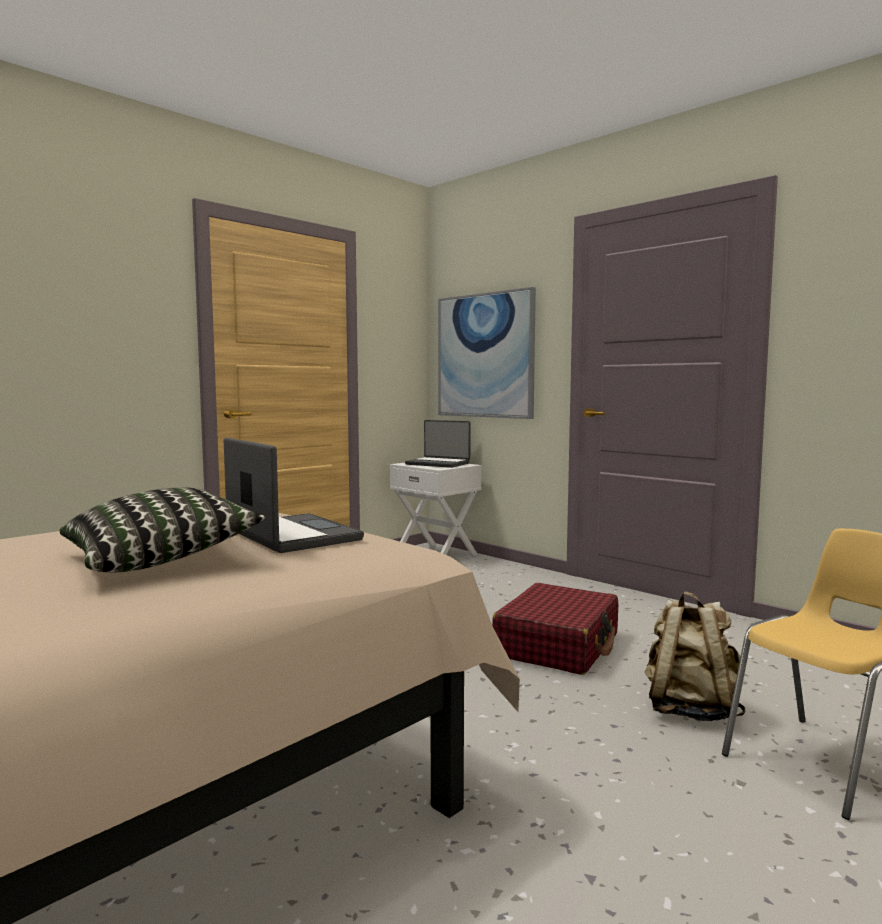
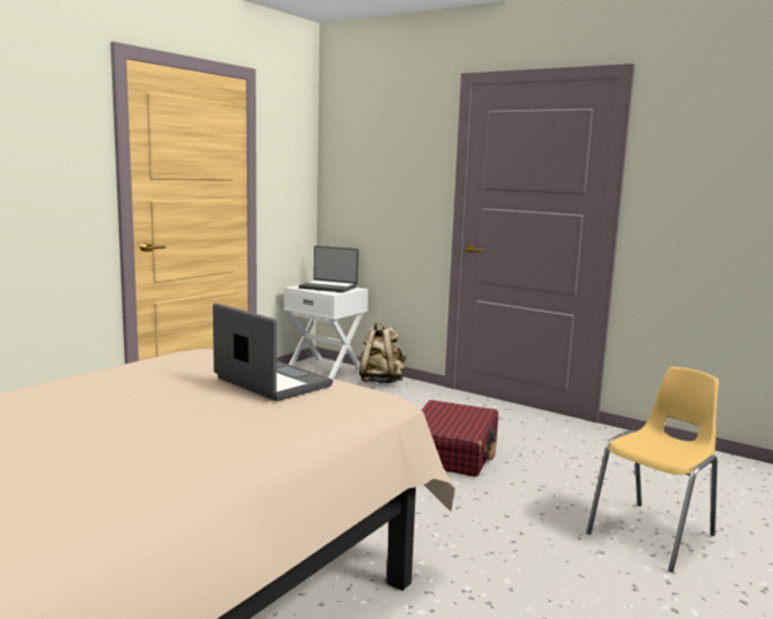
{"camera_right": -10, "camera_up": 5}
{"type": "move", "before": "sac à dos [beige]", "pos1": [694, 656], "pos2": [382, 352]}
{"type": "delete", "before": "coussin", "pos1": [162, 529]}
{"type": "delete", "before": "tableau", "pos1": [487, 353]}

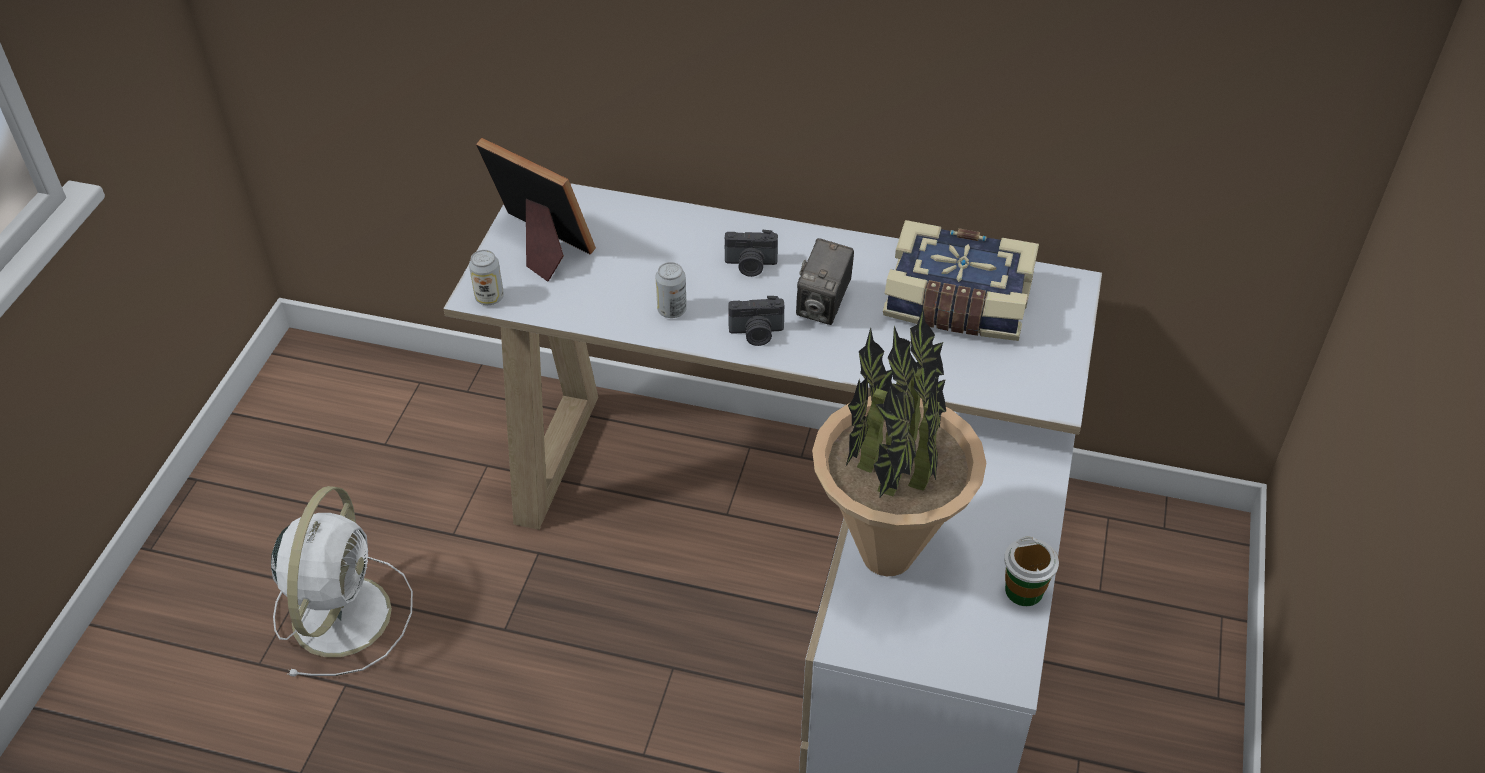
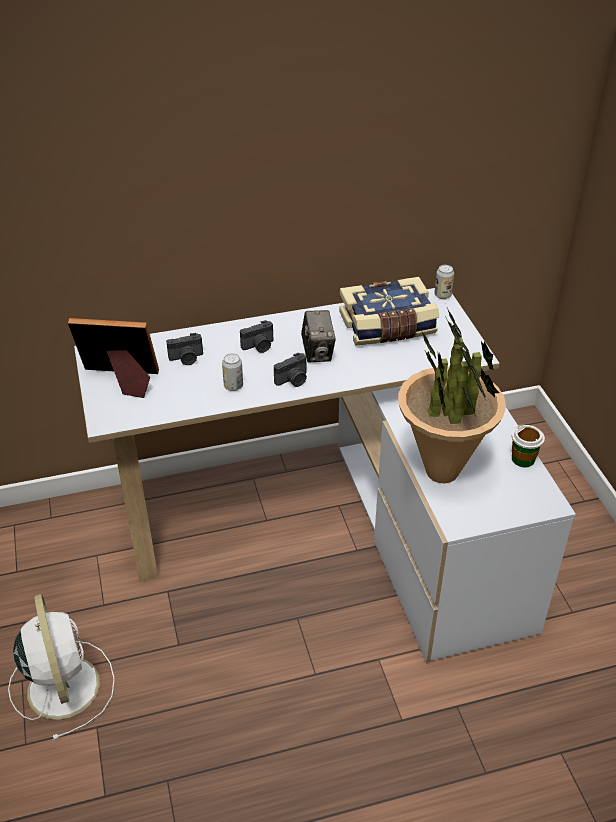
{"camera_right": -30, "camera_up": -5}
{"type": "insert", "after": "appareil photo", "pos2": [184, 349]}
{"type": "move", "before": "boîte métallique", "pos1": [486, 277], "pos2": [444, 282]}

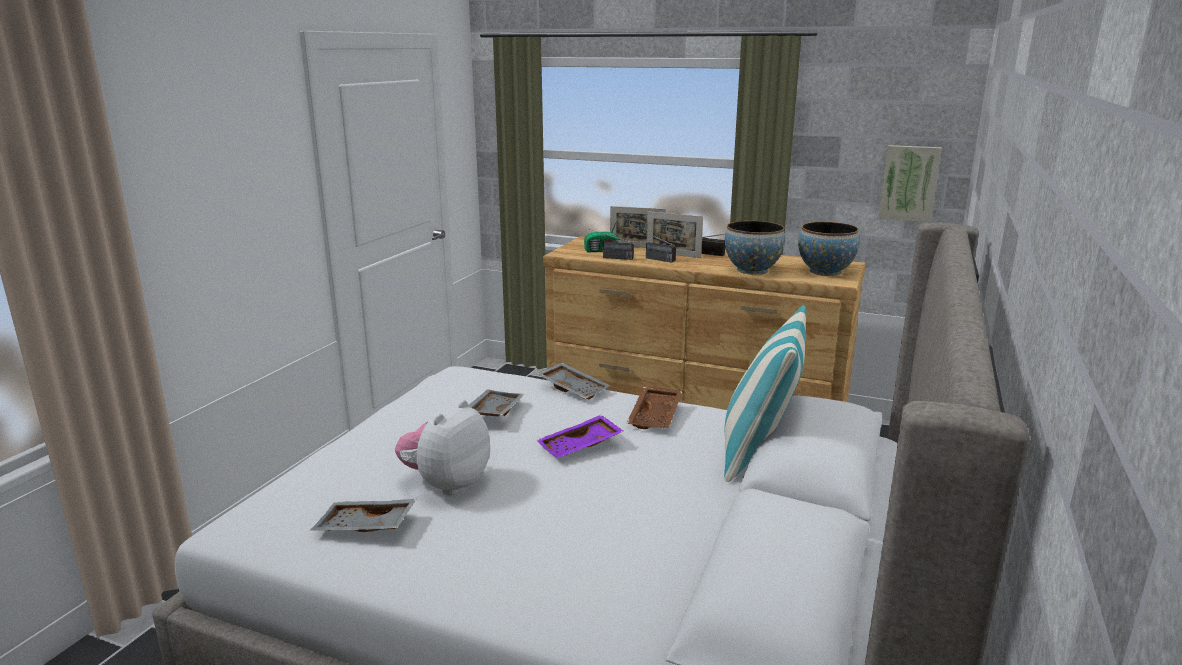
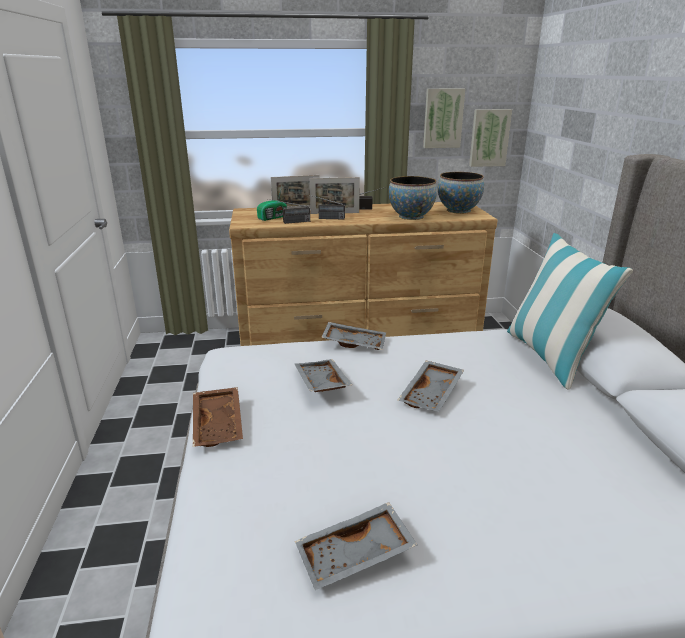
{"camera_right": -30, "camera_up": 5}
{"type": "move", "before": "plateau [marron]", "pos1": [654, 408], "pos2": [218, 417]}
{"type": "recolor", "before": "plateau [violet]", "after": "plateau [gris]", "pos1": [579, 436], "pos2": [431, 386]}
{"type": "insert", "after": "tableau", "pos2": [444, 118]}
{"type": "delete", "before": "peluche", "pos1": [442, 447]}

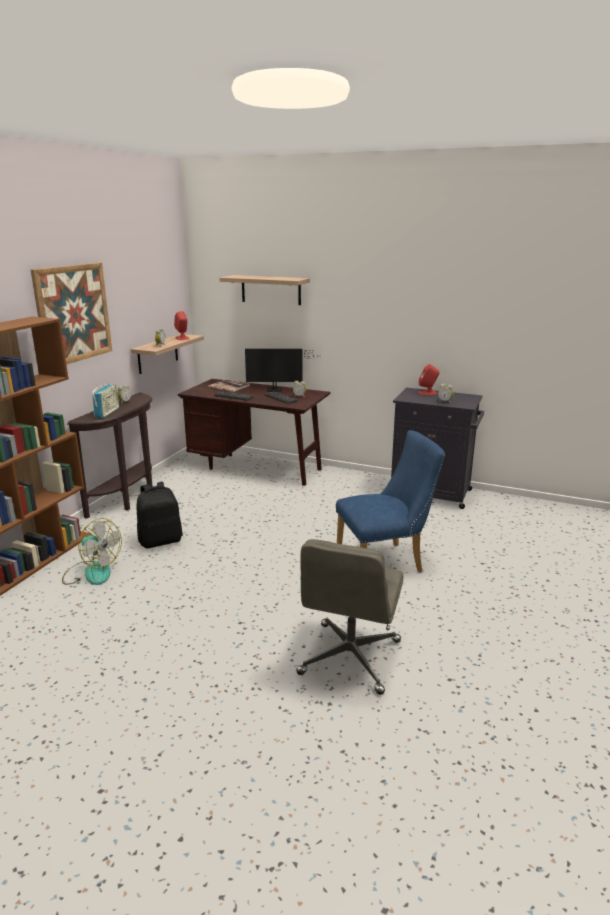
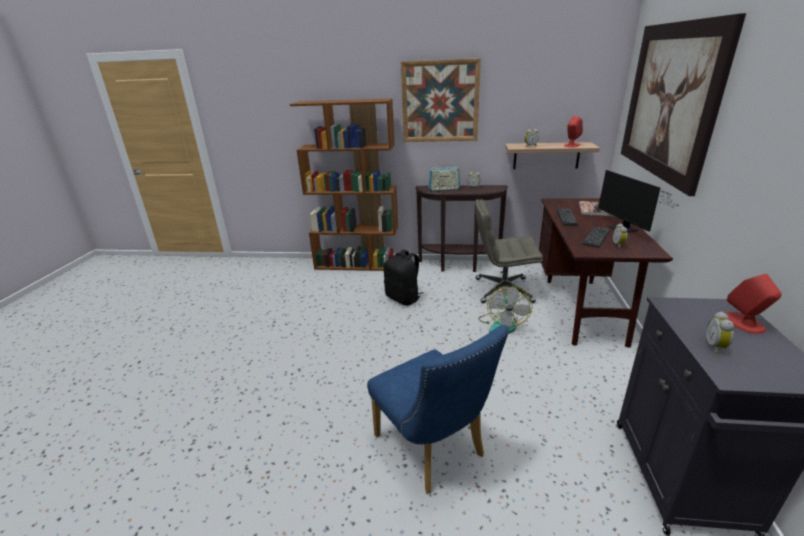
{"camera_right": 75, "camera_up": 5}
{"type": "move", "before": "chaise de bureau [gris]", "pos1": [349, 617], "pos2": [509, 251]}
{"type": "move", "before": "ventilateur", "pos1": [92, 551], "pos2": [505, 309]}
{"type": "replace", "before": "étagère", "after": "tableau", "pos1": [264, 290], "pos2": [683, 104]}

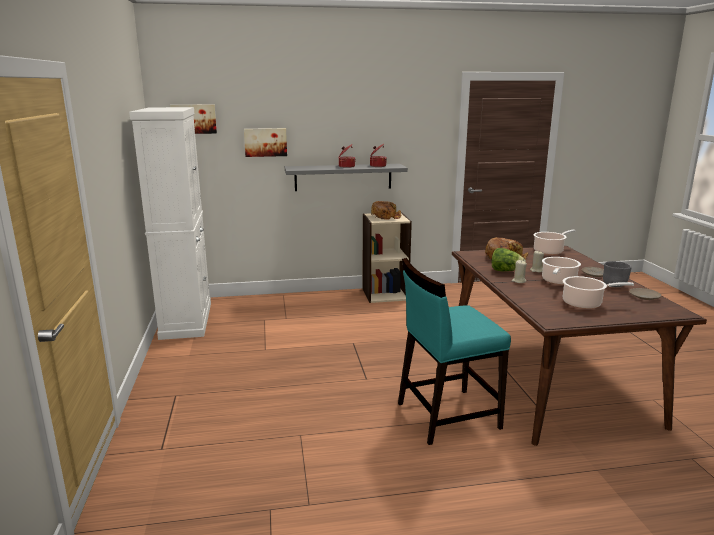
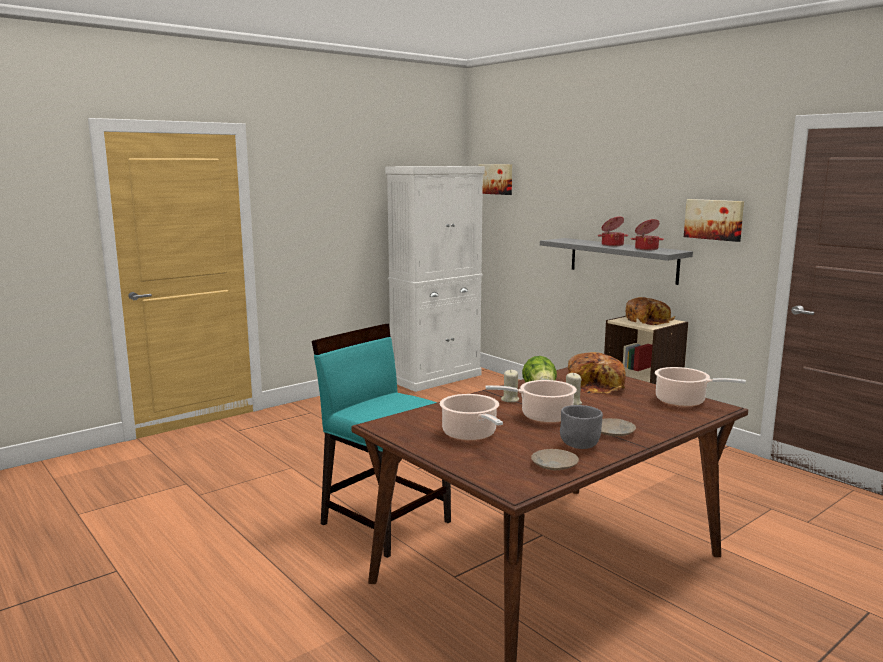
{"camera_right": 60, "camera_up": -5}
{"type": "move", "before": "tableau", "pos1": [265, 142], "pos2": [714, 220]}

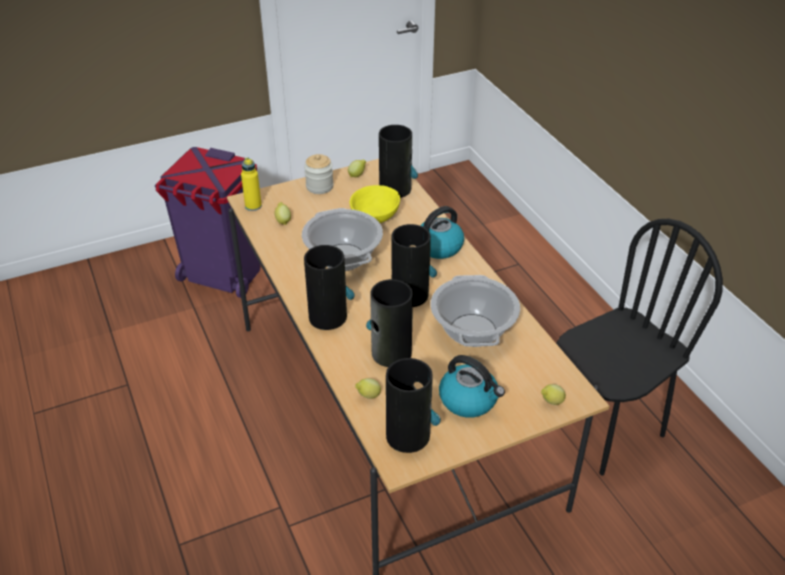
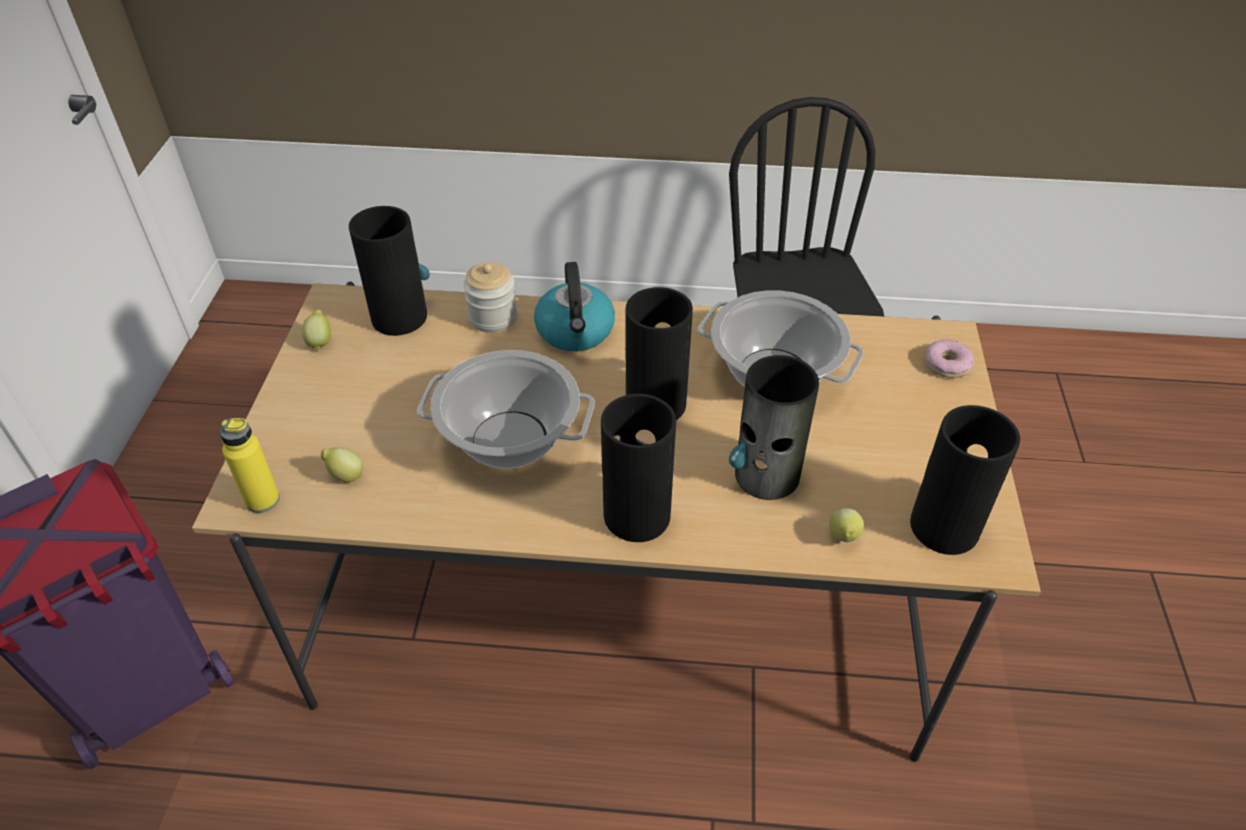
{"camera_right": -60, "camera_up": 5}
{"type": "move", "before": "bocal", "pos1": [319, 174], "pos2": [490, 297]}
{"type": "replace", "before": "citron", "after": "beignet", "pos1": [553, 394], "pos2": [949, 359]}
{"type": "delete", "before": "bol [jaune]", "pos1": [375, 204]}
{"type": "delete", "before": "bouilloire", "pos1": [472, 386]}

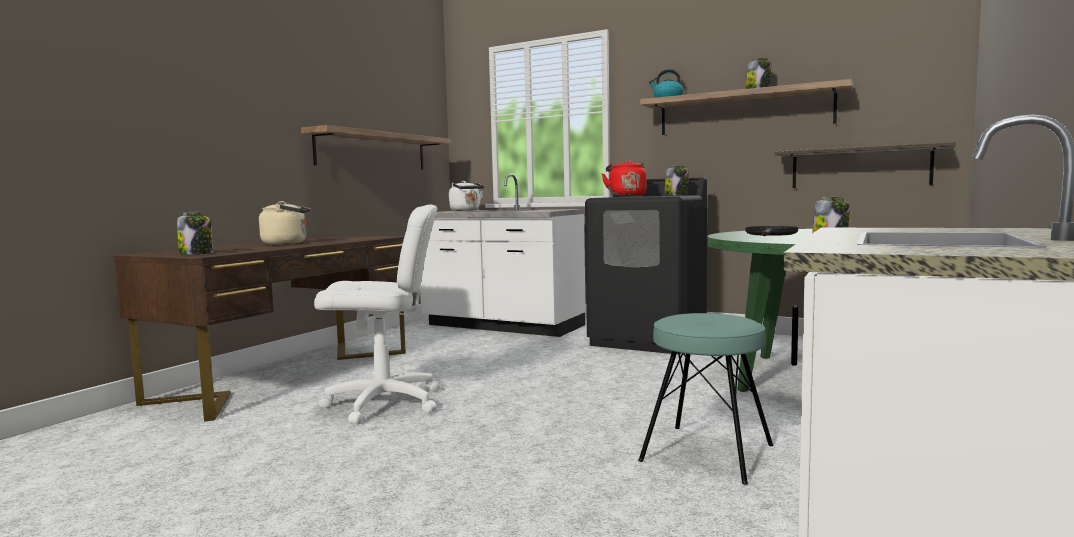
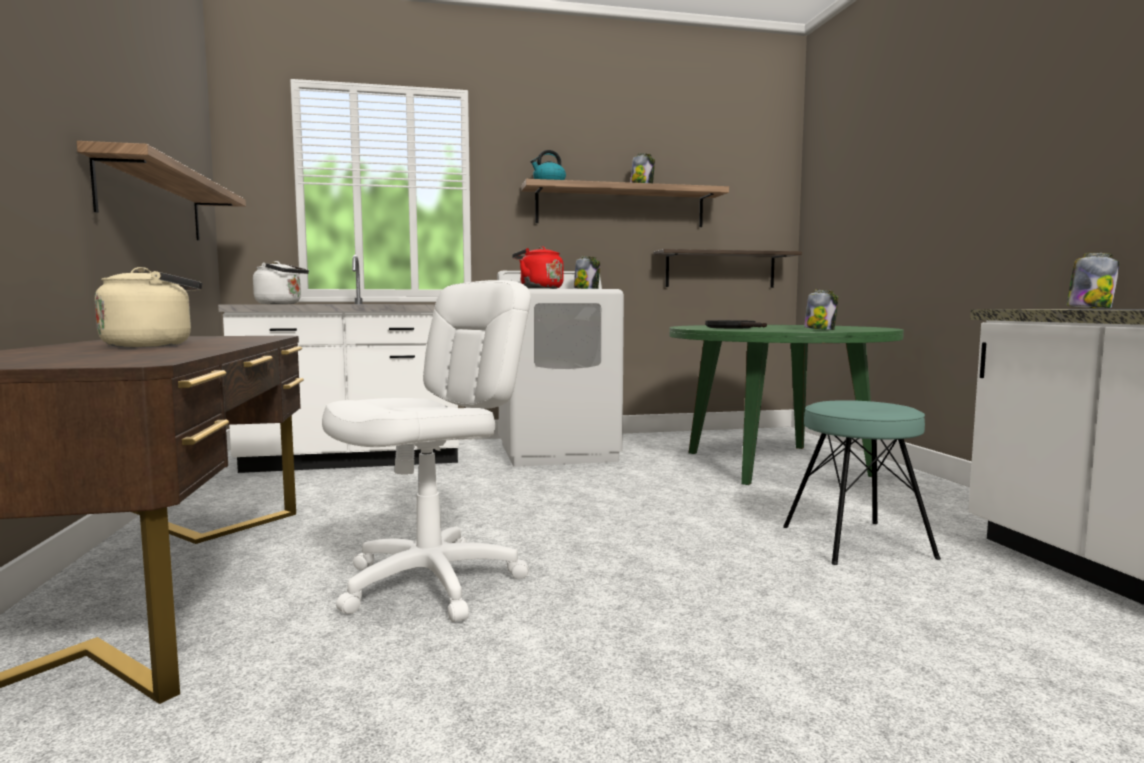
{"camera_right": -40, "camera_up": 0}
{"type": "recolor", "before": "lave-linge [noir]", "after": "lave-linge [blanc]", "pos1": [646, 265], "pos2": [560, 369]}
{"type": "move", "before": "bocal", "pos1": [195, 233], "pos2": [1093, 281]}

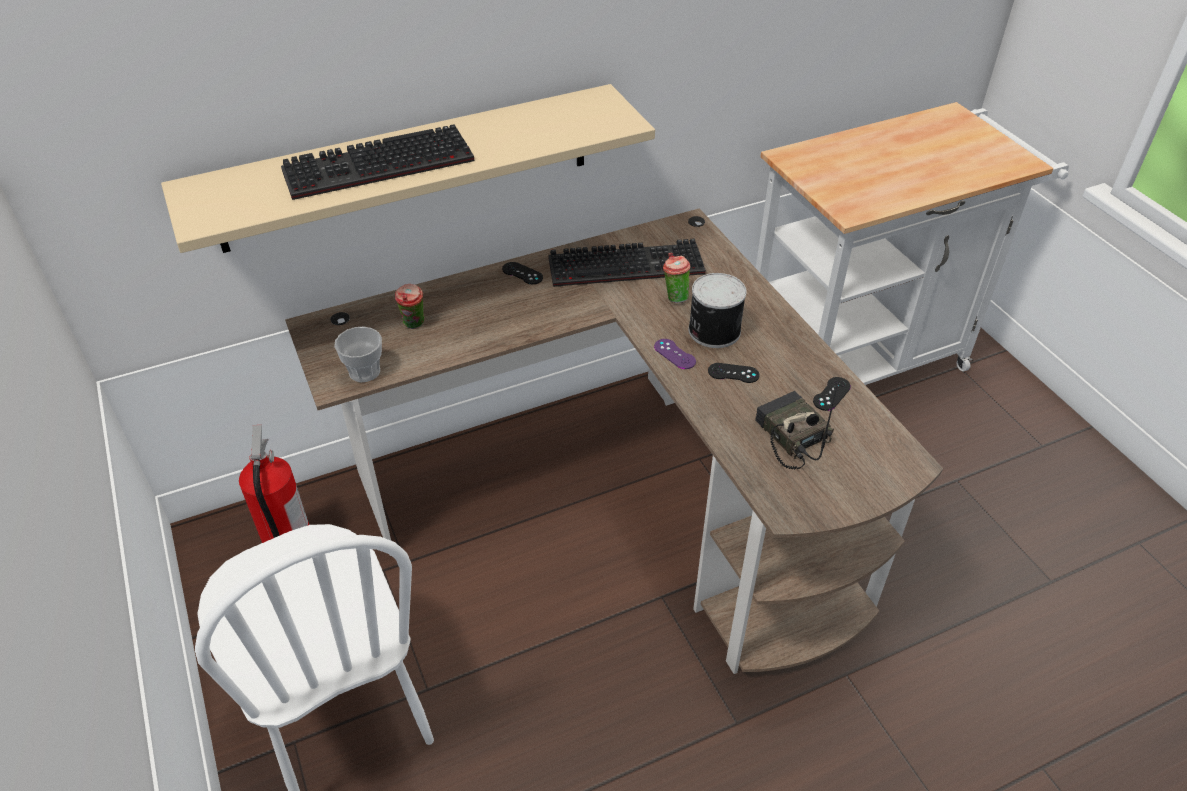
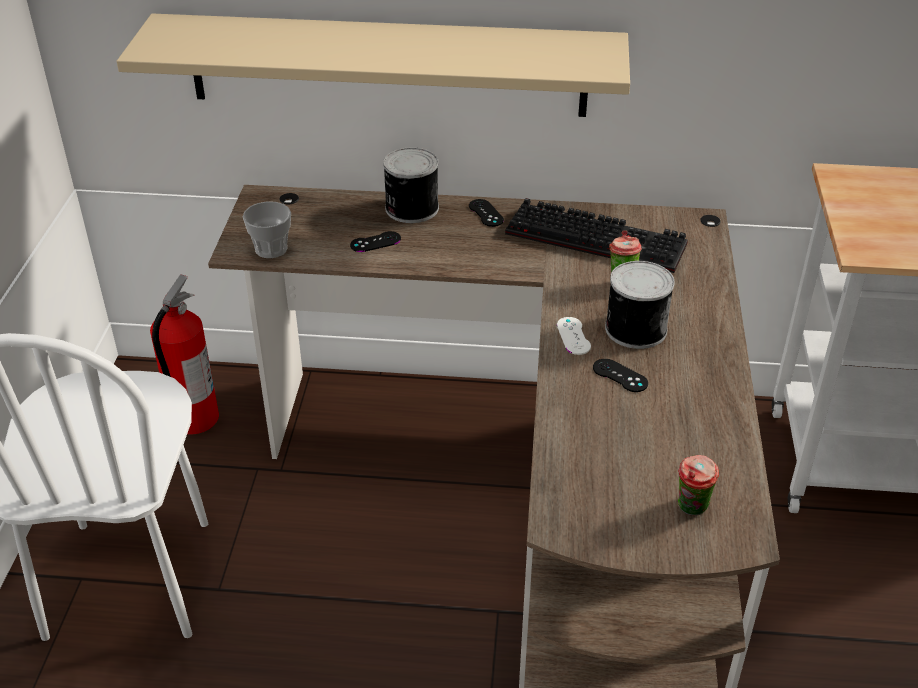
{"camera_right": 30, "camera_up": -5}
{"type": "move", "before": "manette [noir]", "pos1": [832, 394], "pos2": [375, 241]}
{"type": "insert", "after": "boîte métallique", "pos2": [411, 185]}
{"type": "recolor", "before": "manette [violet]", "after": "manette [blanc]", "pos1": [675, 354], "pos2": [574, 336]}
{"type": "move", "before": "tasse", "pos1": [410, 306], "pos2": [698, 485]}
{"type": "delete", "before": "clavier", "pos1": [377, 162]}
{"type": "delete", "before": "radio", "pos1": [796, 427]}

